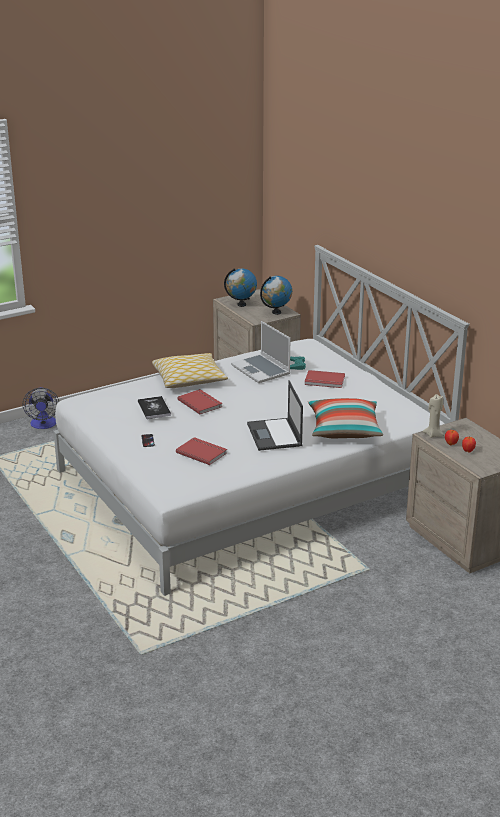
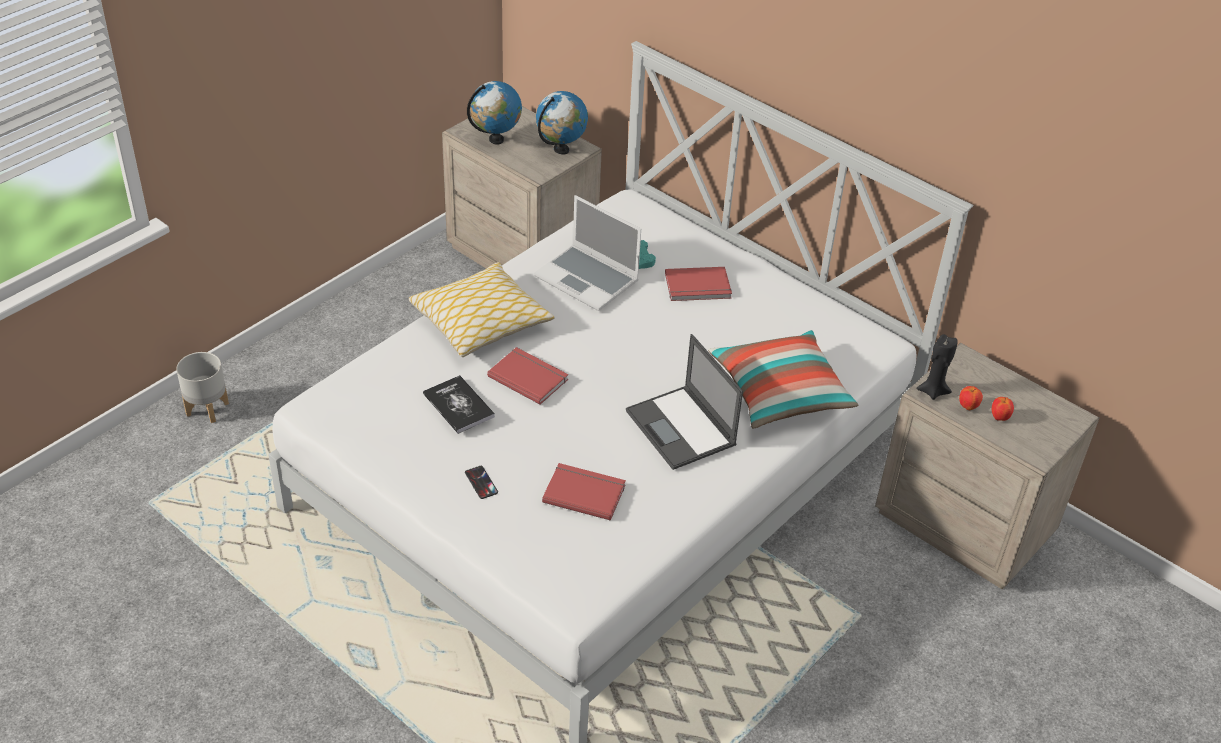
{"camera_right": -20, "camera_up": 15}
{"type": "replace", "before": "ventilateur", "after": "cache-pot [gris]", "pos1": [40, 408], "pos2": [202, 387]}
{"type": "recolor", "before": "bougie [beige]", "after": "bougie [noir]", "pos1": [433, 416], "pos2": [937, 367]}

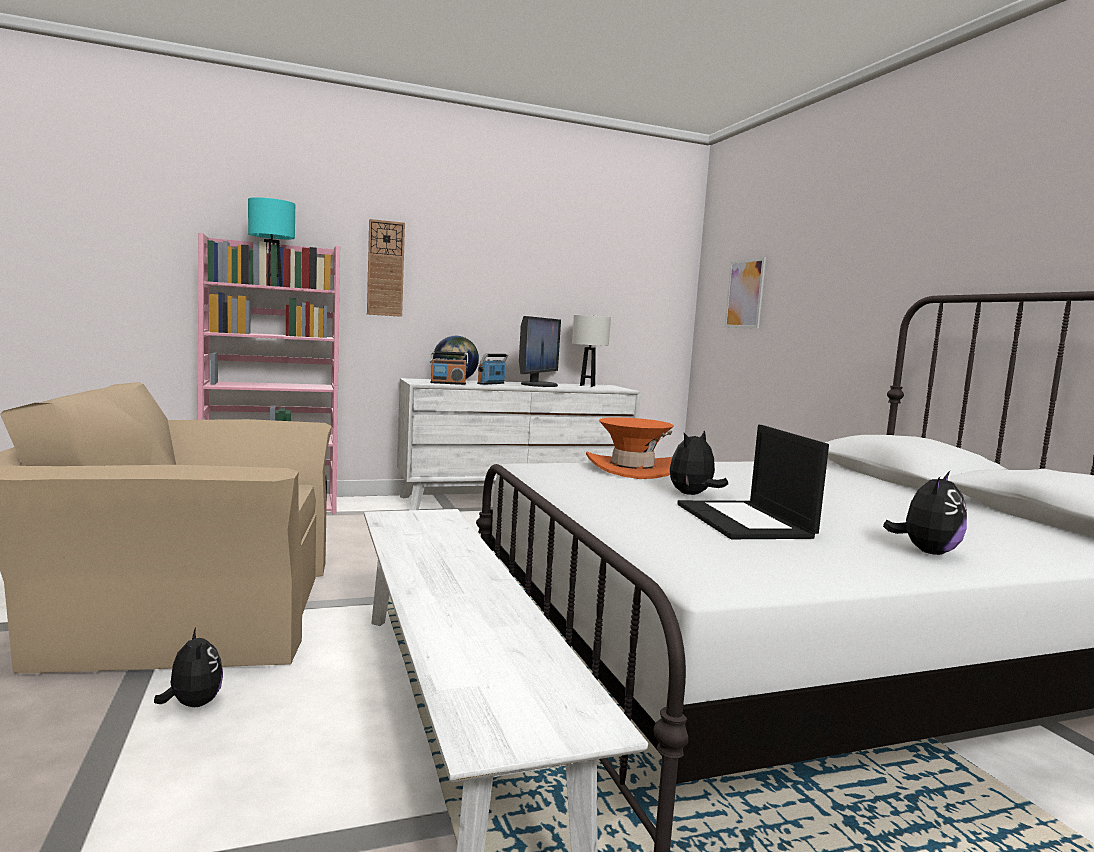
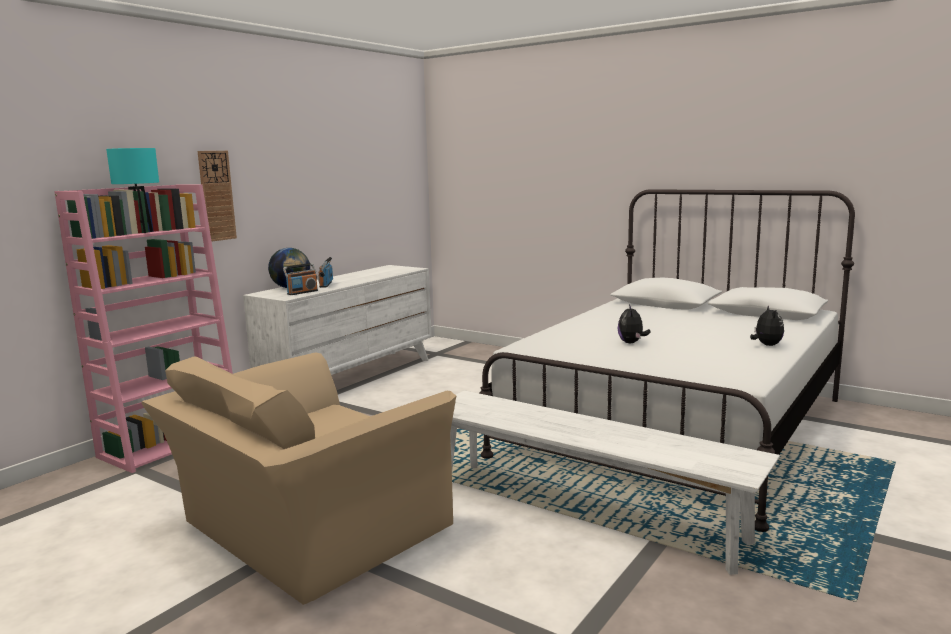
{"camera_right": -35, "camera_up": 5}
{"type": "delete", "before": "peluche", "pos1": [188, 667]}
{"type": "delete", "before": "écran d'ordinateur", "pos1": [540, 351]}
{"type": "delete", "before": "lampe de table [blanc]", "pos1": [591, 351]}
{"type": "delete", "before": "chapeau [orange]", "pos1": [630, 448]}
{"type": "delete", "before": "ordinateur portable", "pos1": [753, 482]}
{"type": "delete", "before": "tableau", "pos1": [745, 293]}

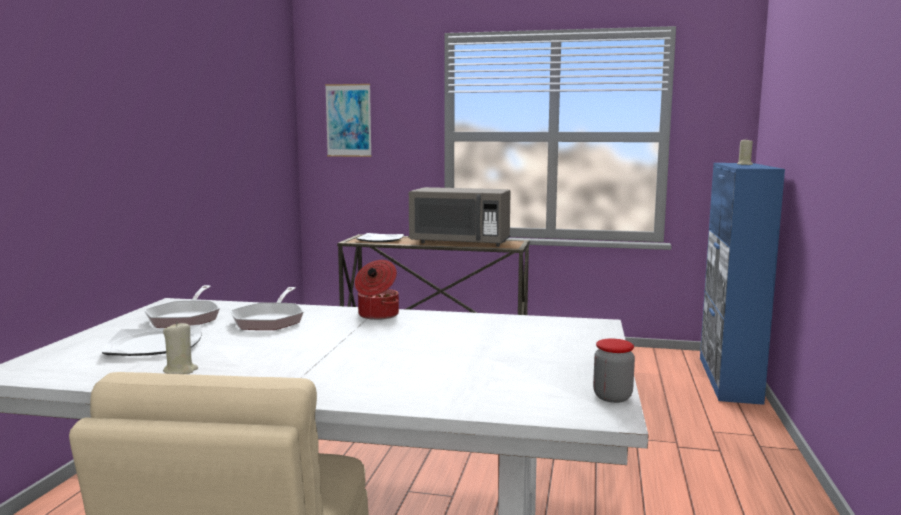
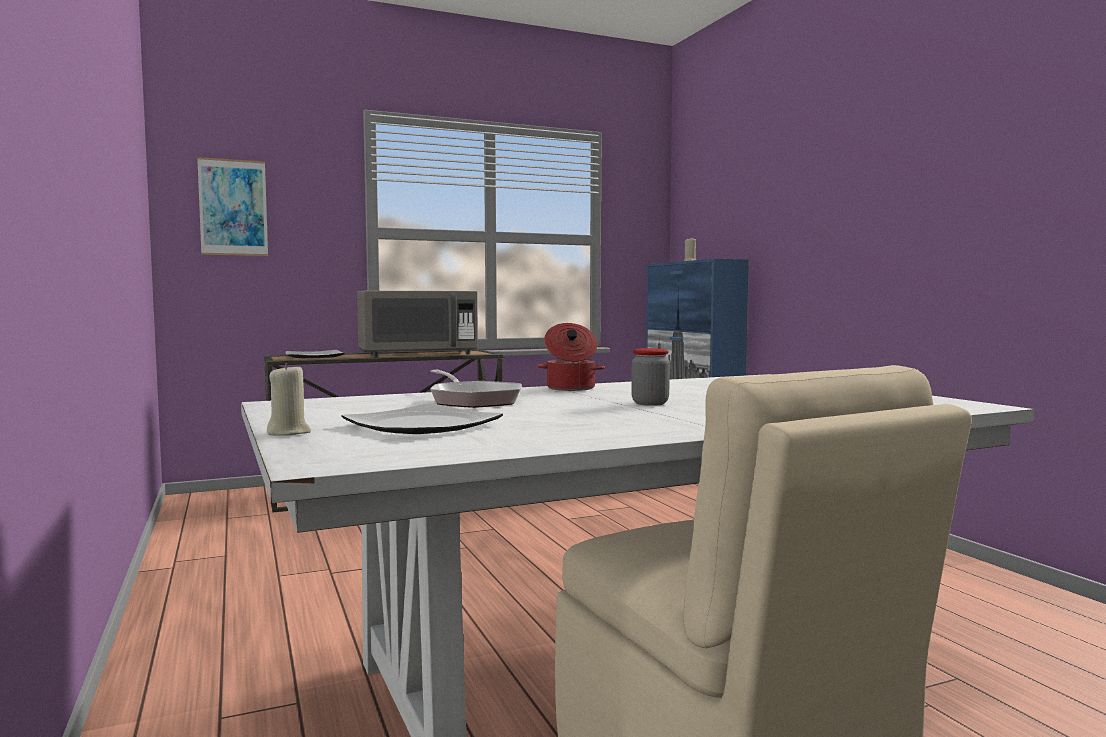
{"camera_right": -35, "camera_up": -5}
{"type": "move", "before": "bougie [beige]", "pos1": [180, 348], "pos2": [289, 399]}
{"type": "move", "before": "bocal", "pos1": [614, 371], "pos2": [650, 377]}
{"type": "delete", "before": "poêle", "pos1": [182, 306]}

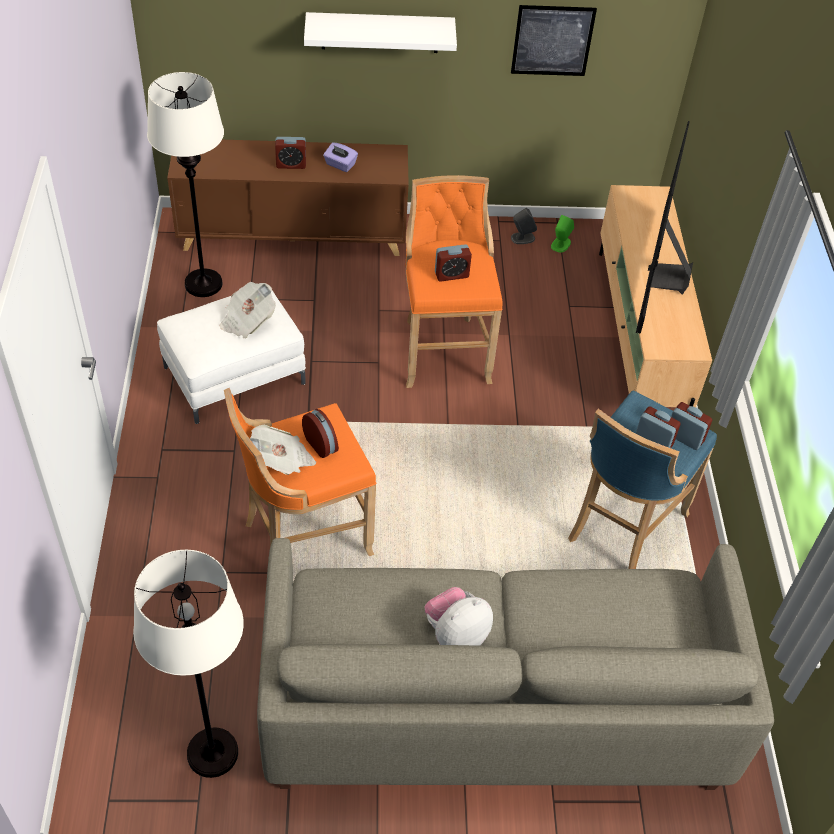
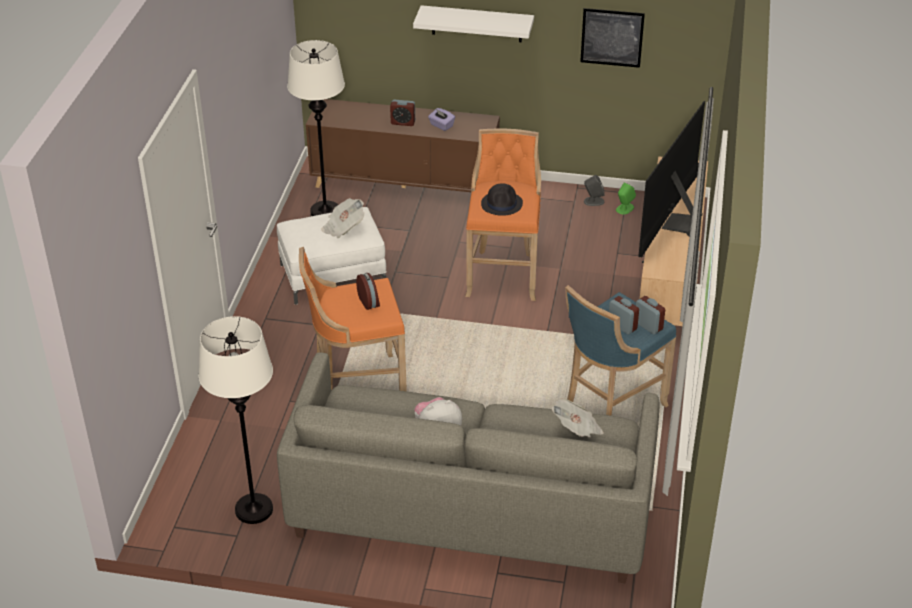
{"camera_right": 15, "camera_up": -10}
{"type": "replace", "before": "réveil", "after": "chapeau [noir]", "pos1": [453, 263], "pos2": [502, 199]}
{"type": "move", "before": "journal", "pos1": [283, 450], "pos2": [577, 418]}

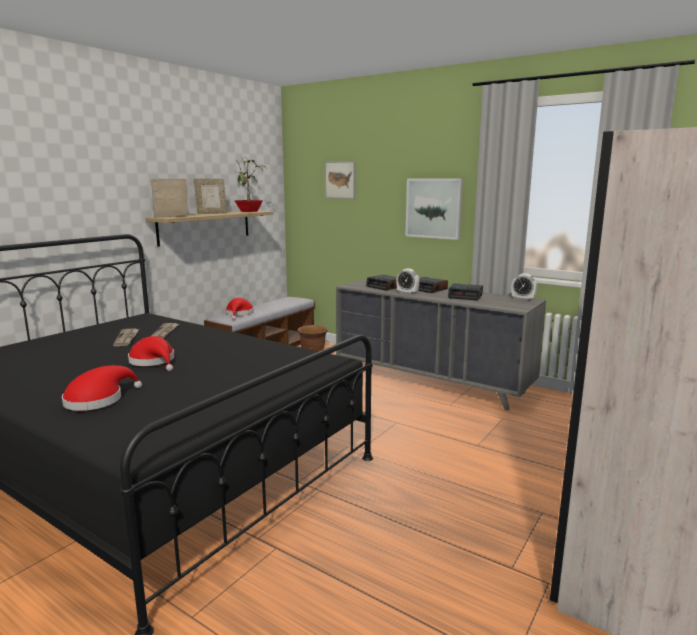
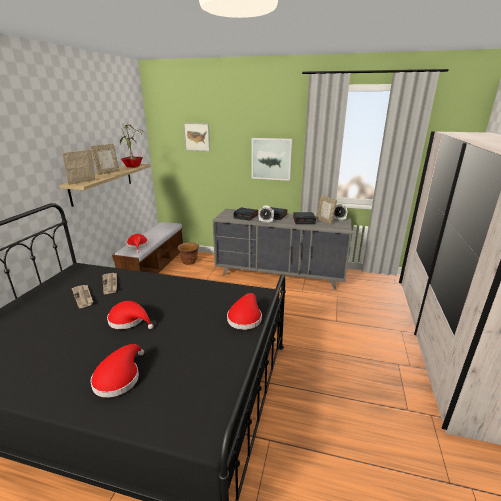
{"camera_right": -20, "camera_up": 10}
{"type": "insert", "after": "chapeau [rouge]", "pos2": [244, 311]}
{"type": "insert", "after": "cadre photo", "pos2": [326, 210]}

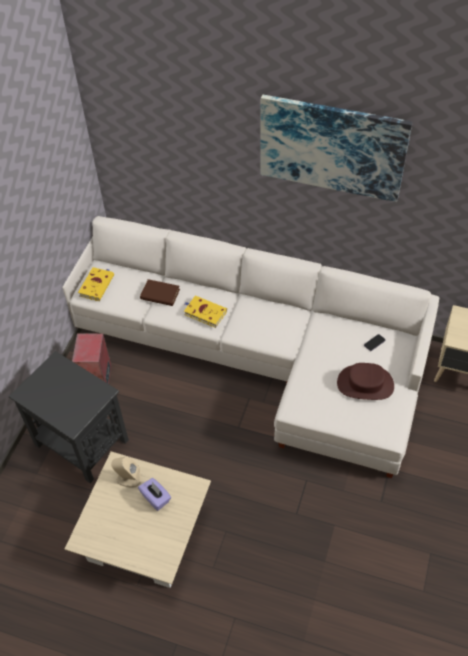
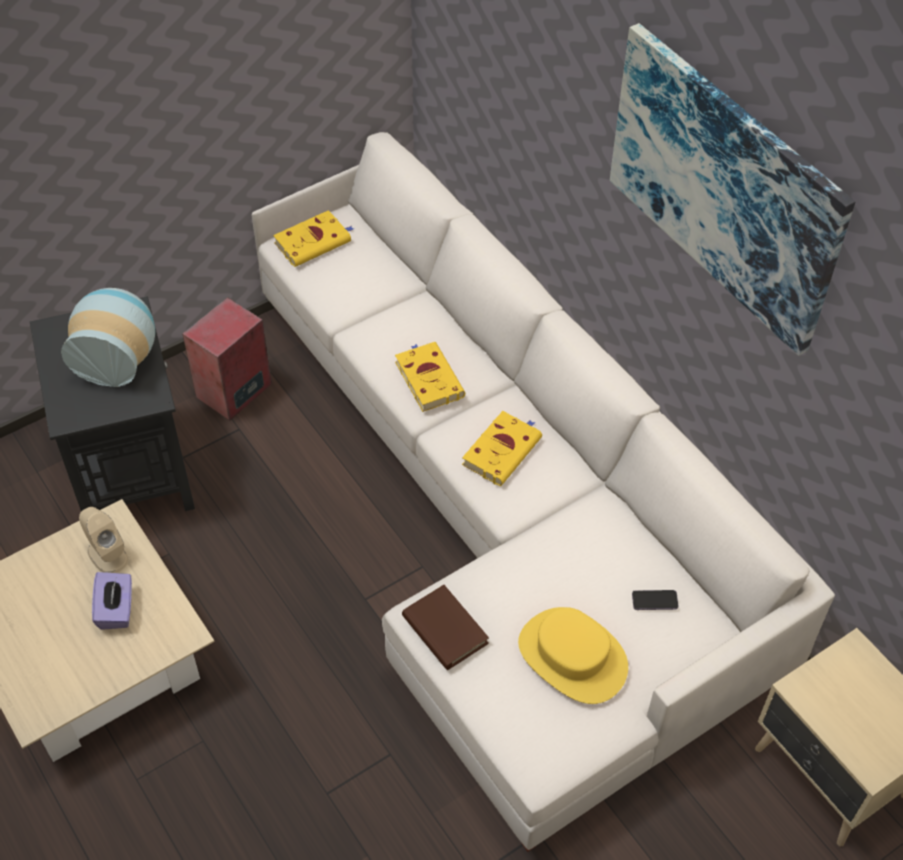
{"camera_right": 35, "camera_up": 0}
{"type": "insert", "after": "vase", "pos2": [108, 337]}
{"type": "move", "before": "livre [marron]", "pos1": [160, 292], "pos2": [445, 627]}
{"type": "insert", "after": "livre [jaune]", "pos2": [502, 448]}
{"type": "recolor", "before": "chapeau [marron]", "after": "chapeau [jaune]", "pos1": [365, 381], "pos2": [573, 655]}

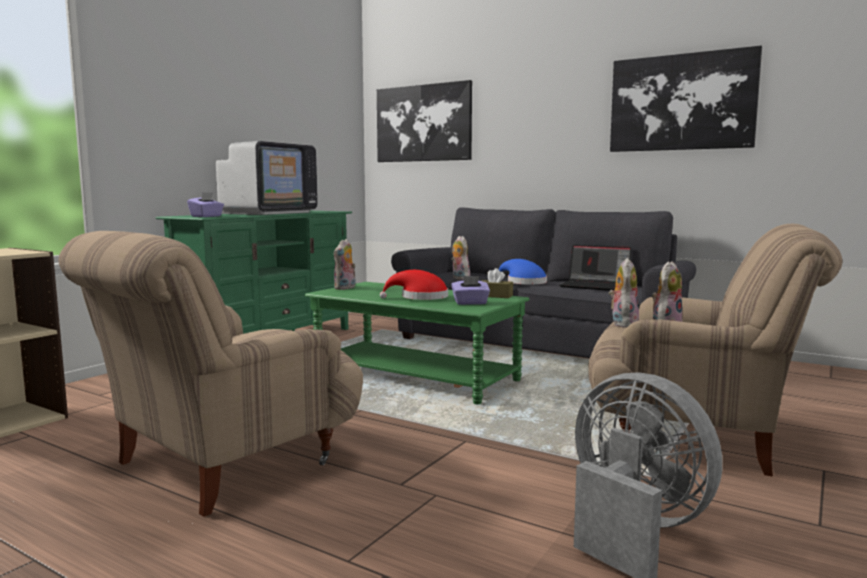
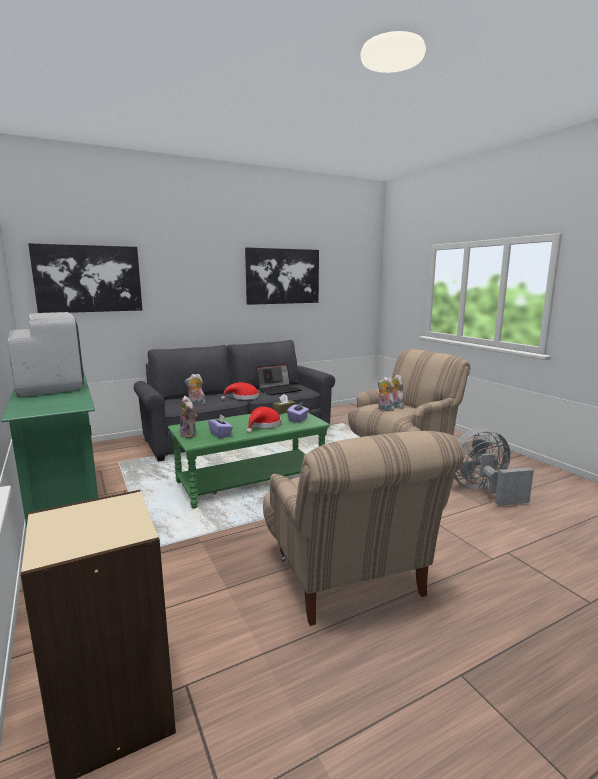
{"camera_right": -60, "camera_up": 5}
{"type": "move", "before": "boîte à mouchoirs [violet]", "pos1": [205, 204], "pos2": [220, 426]}
{"type": "recolor", "before": "chapeau [bleu]", "after": "chapeau [rouge]", "pos1": [522, 271], "pos2": [240, 391]}

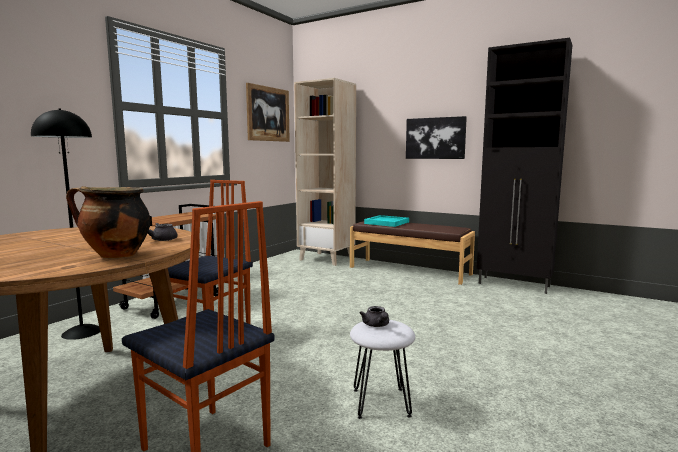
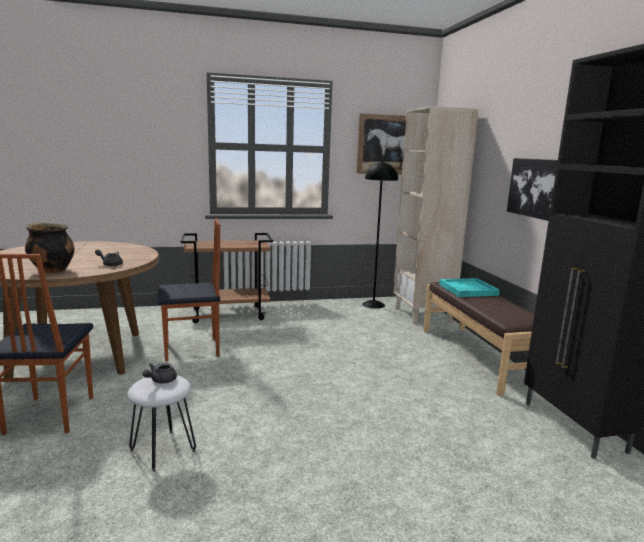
{"camera_right": 45, "camera_up": 5}
{"type": "move", "before": "lampadaire [noir]", "pos1": [65, 224], "pos2": [380, 235]}

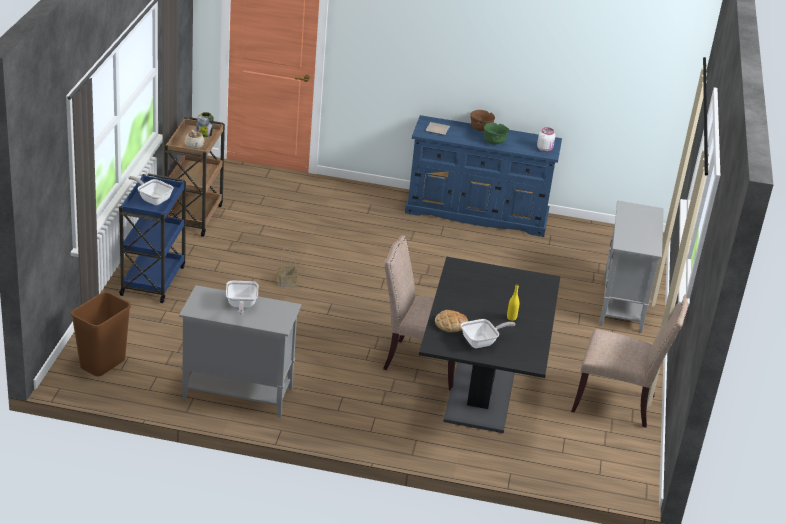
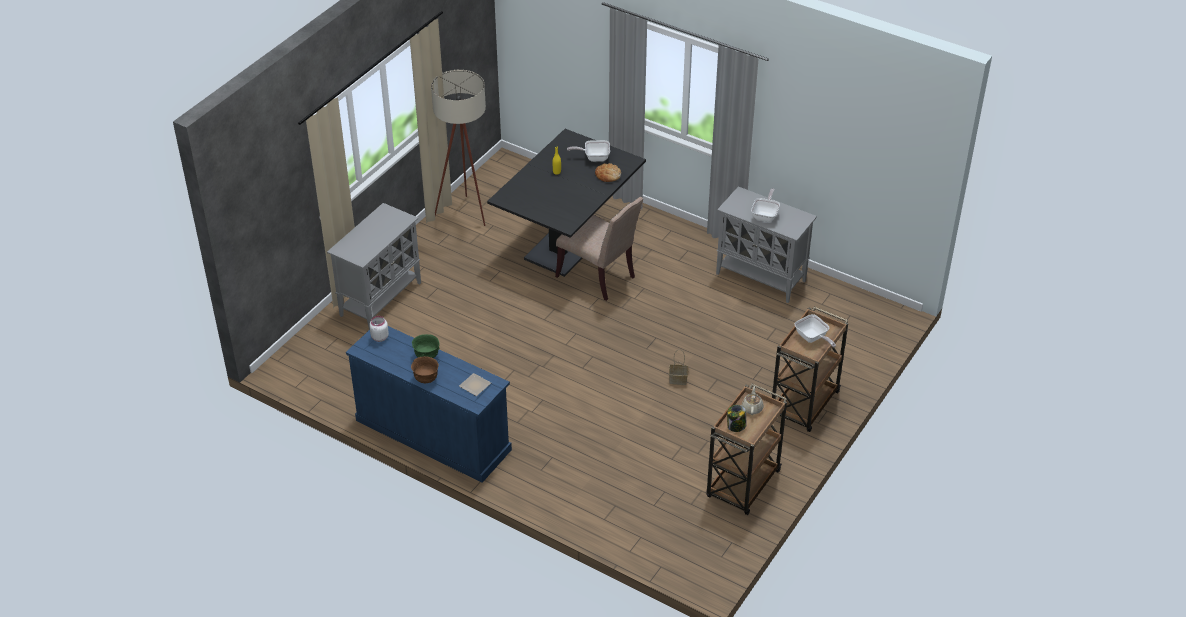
{"camera_right": -155, "camera_up": 10}
{"type": "replace", "before": "chaise [beige]", "after": "lampadaire [beige]", "pos1": [629, 361], "pos2": [458, 148]}
{"type": "recolor", "before": "chariot [bleu]", "after": "chariot [marron]", "pos1": [152, 238], "pos2": [810, 369]}
{"type": "delete", "before": "poubelle [marron]", "pos1": [101, 334]}

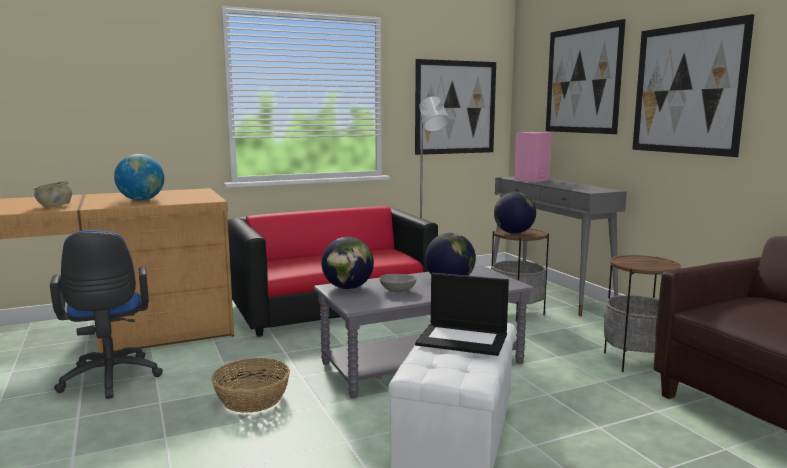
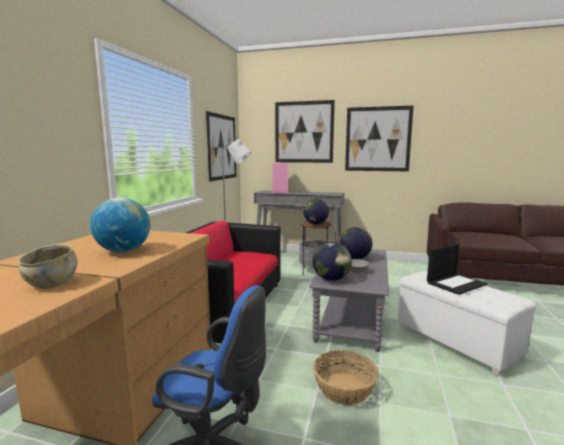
{"camera_right": -50, "camera_up": 0}
{"type": "delete", "before": "table d'appoint", "pos1": [642, 313]}

